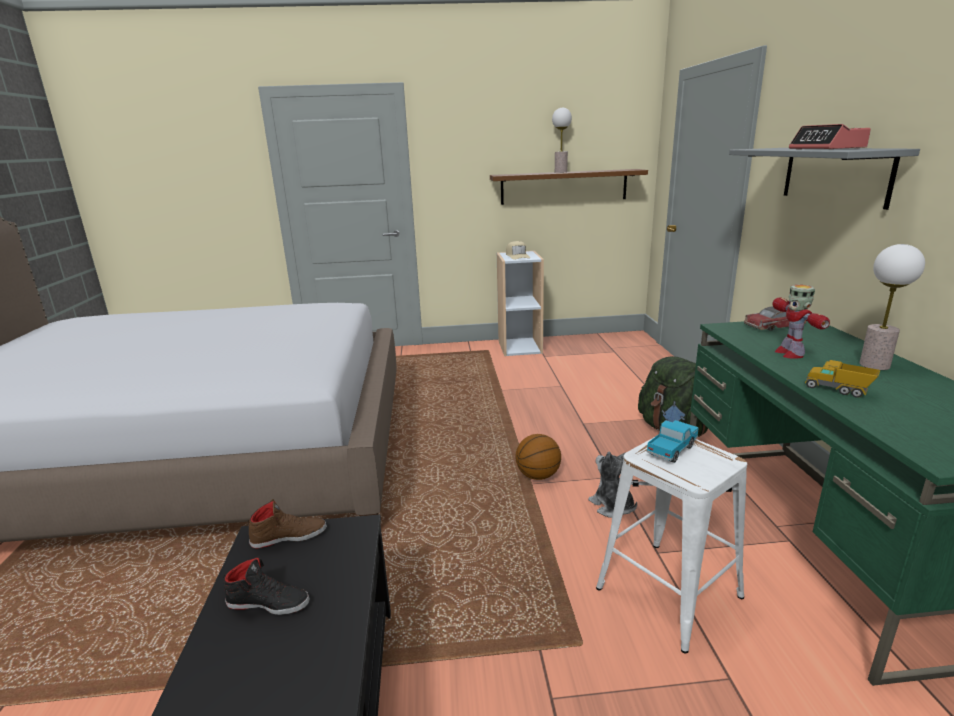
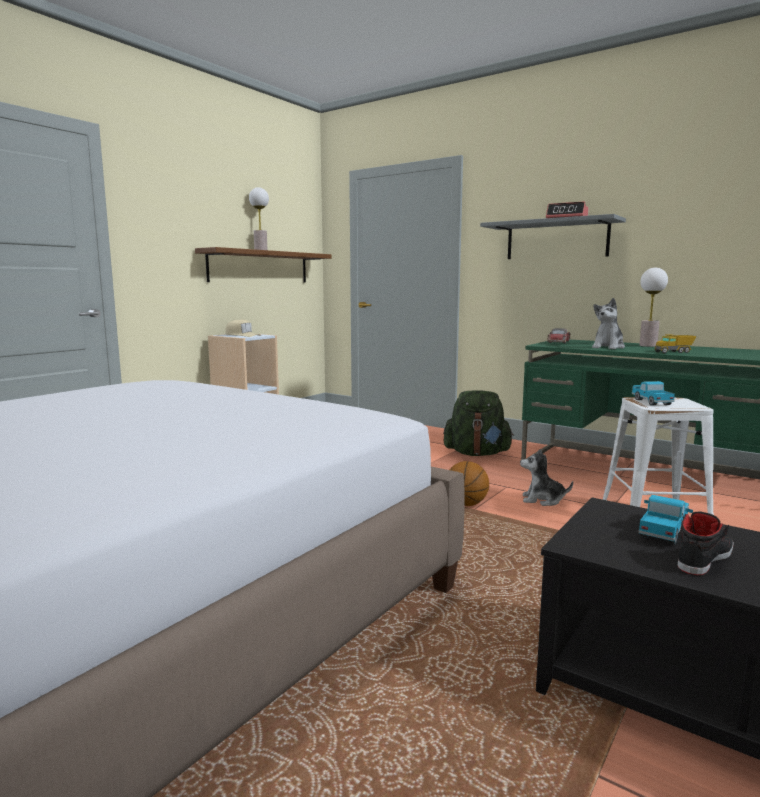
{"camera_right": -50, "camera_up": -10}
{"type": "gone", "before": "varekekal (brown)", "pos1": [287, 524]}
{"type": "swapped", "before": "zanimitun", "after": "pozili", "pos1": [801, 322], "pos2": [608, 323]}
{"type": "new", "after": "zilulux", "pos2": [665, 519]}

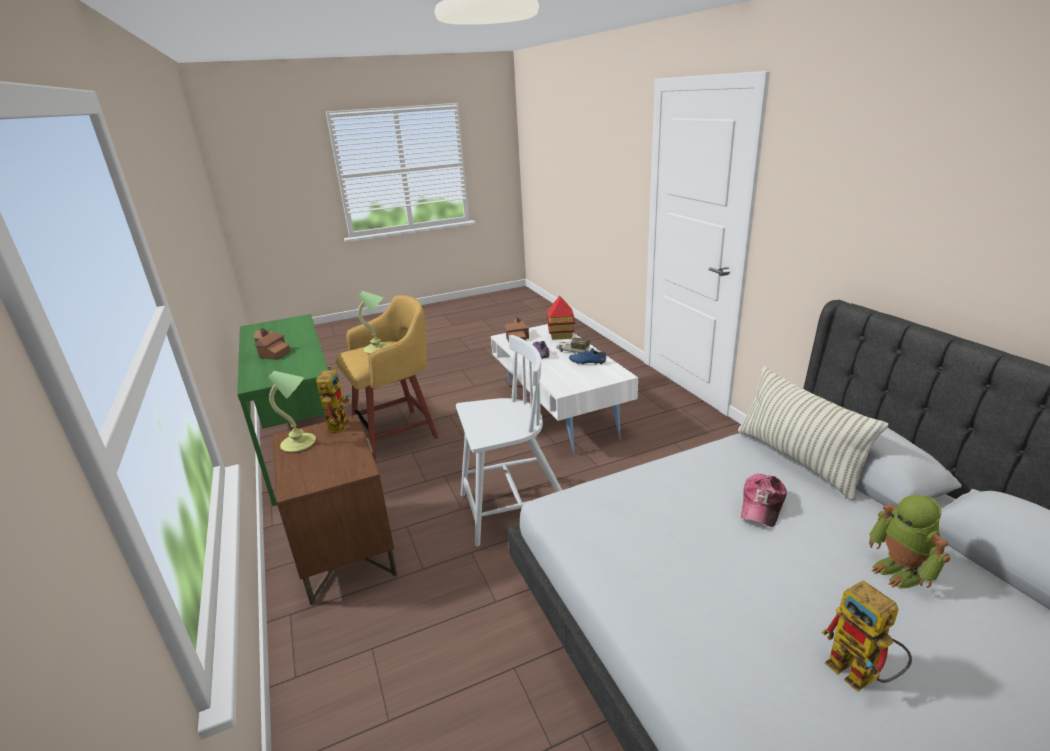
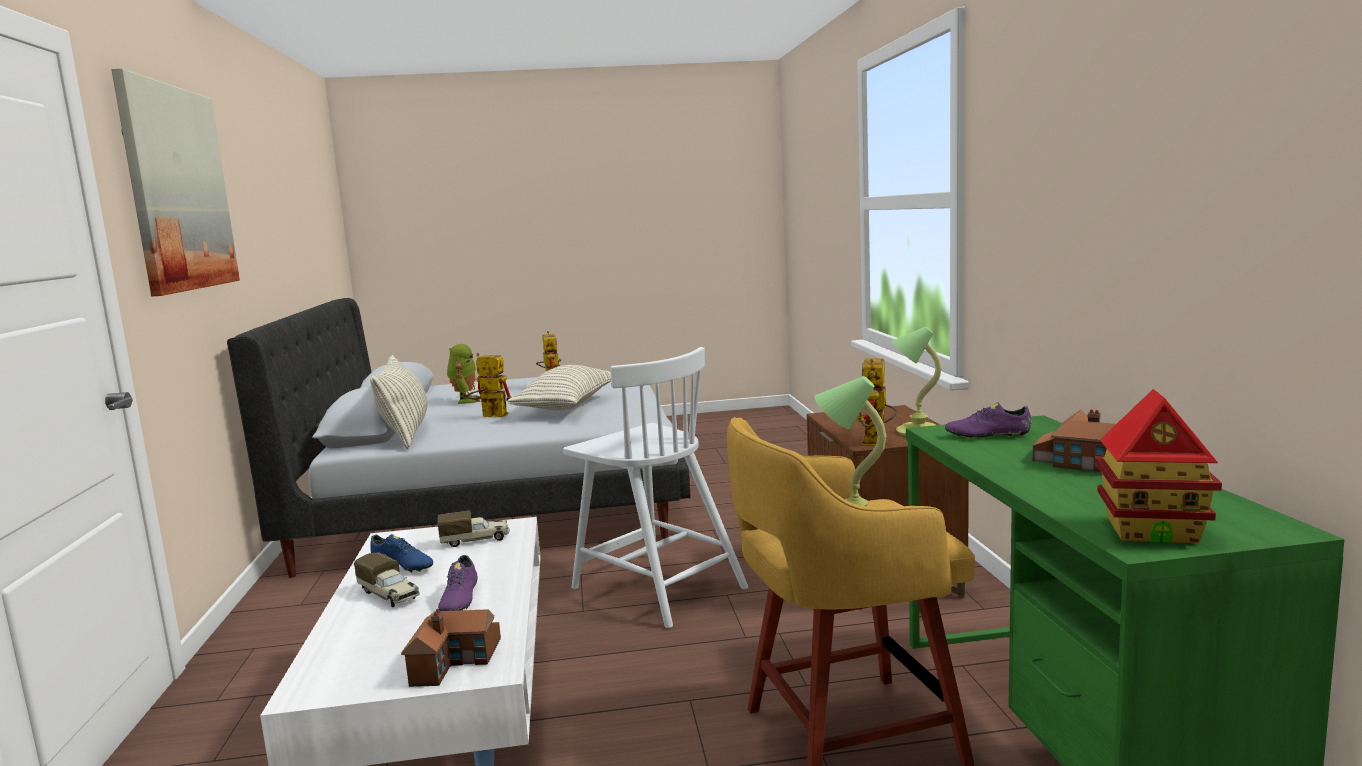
{"camera_right": -165, "camera_up": -15}
{"type": "rotated", "before": "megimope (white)", "pos1": [509, 440], "pos2": [655, 487], "turn": -135}
{"type": "shifted", "before": "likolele", "pos1": [561, 318], "pos2": [1158, 466]}
{"type": "swapped", "before": "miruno", "after": "zanimitun", "pos1": [764, 500], "pos2": [489, 385]}
{"type": "new", "after": "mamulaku", "pos2": [175, 183]}
{"type": "new", "after": "zilulux", "pos2": [474, 529]}
{"type": "new", "after": "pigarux", "pos2": [559, 387]}
{"type": "new", "after": "varekekal (purple)", "pos2": [988, 420]}

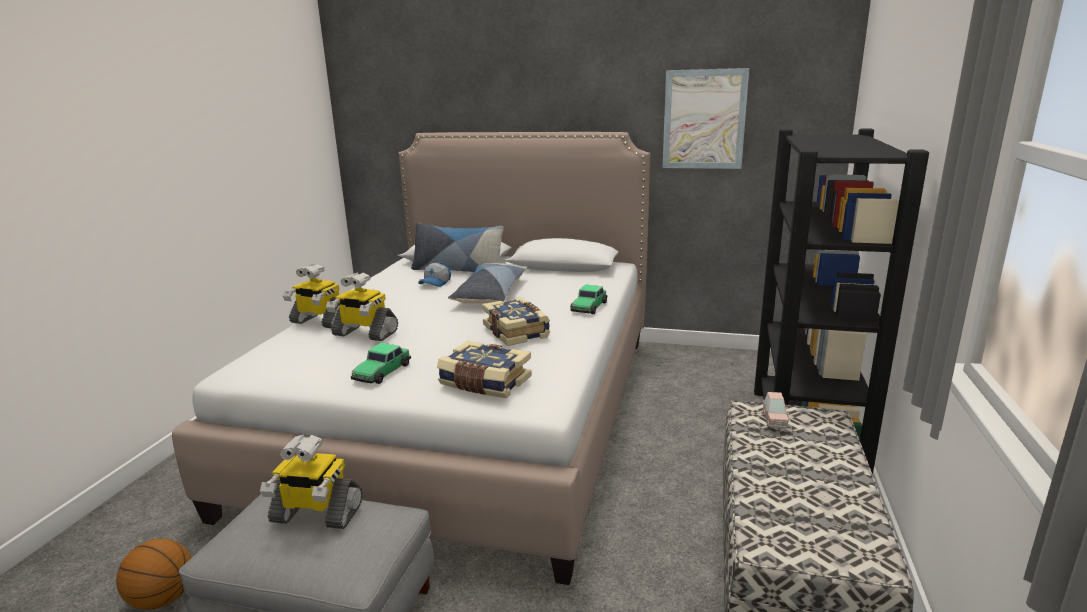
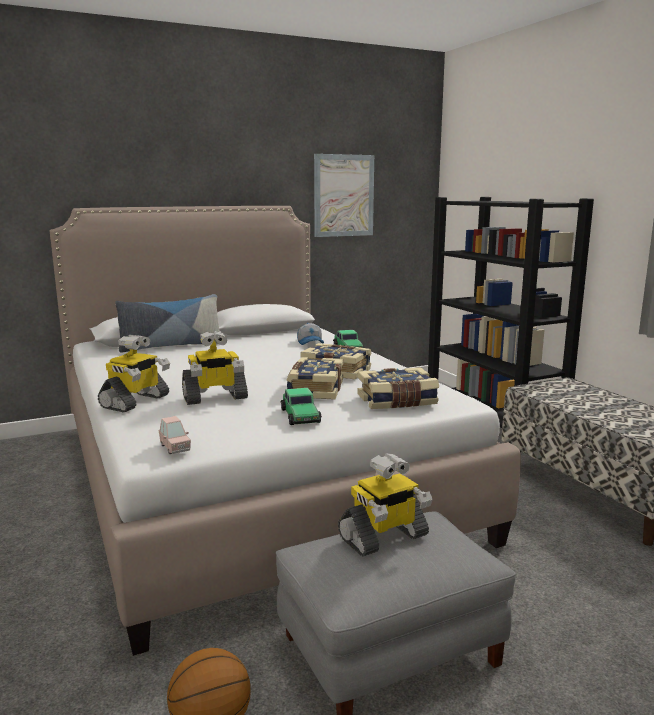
{"camera_right": -40, "camera_up": -5}
{"type": "rotated", "before": "zanimitun", "pos1": [311, 296], "pos2": [134, 373], "turn": -45}
{"type": "shifted", "before": "miruno", "pos1": [434, 274], "pos2": [310, 334]}
{"type": "gone", "before": "pigarux", "pos1": [487, 283]}
{"type": "shifted", "before": "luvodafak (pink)", "pos1": [776, 410], "pos2": [175, 435]}
{"type": "new", "after": "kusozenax", "pos2": [315, 378]}

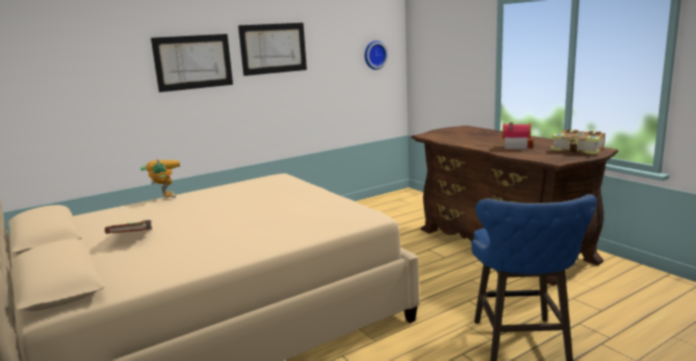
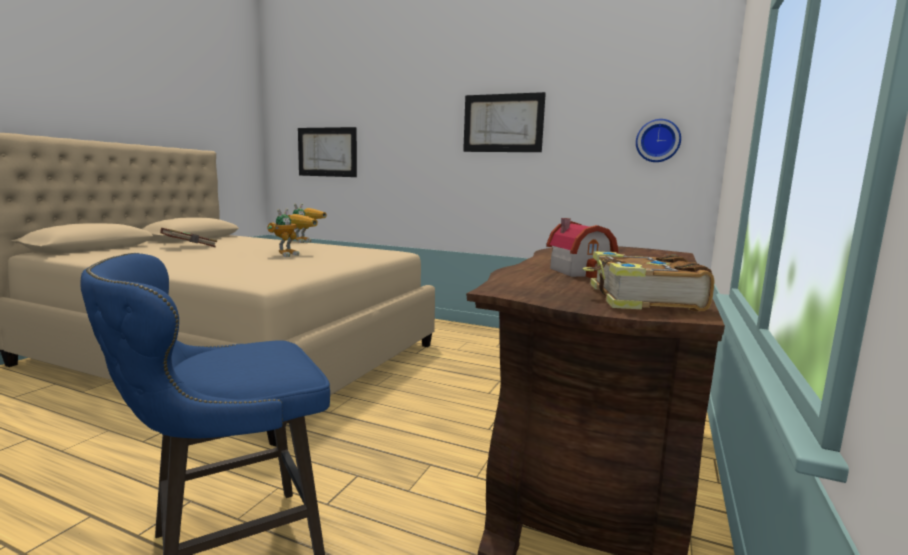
{"camera_right": 55, "camera_up": -5}
{"type": "shifted", "before": "mamulaku", "pos1": [192, 63], "pos2": [327, 152]}
{"type": "new", "after": "zanimitun", "pos2": [292, 233]}

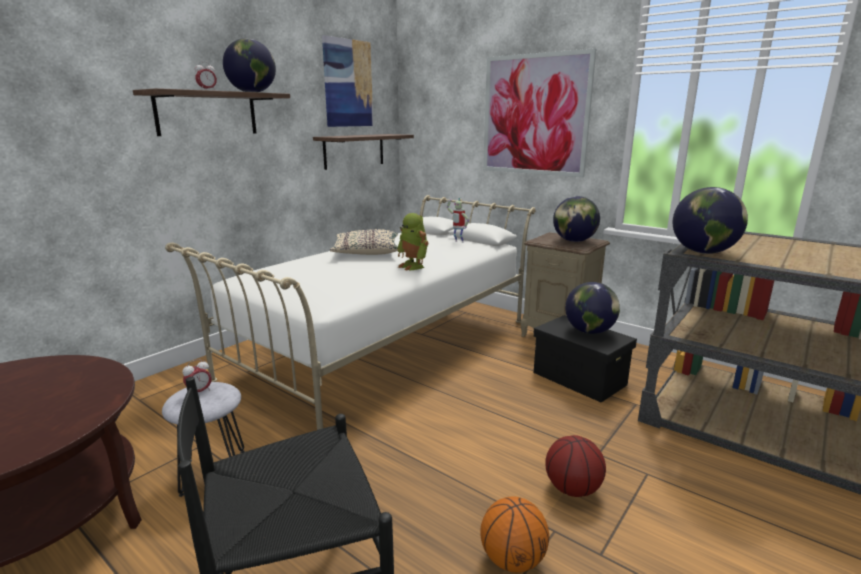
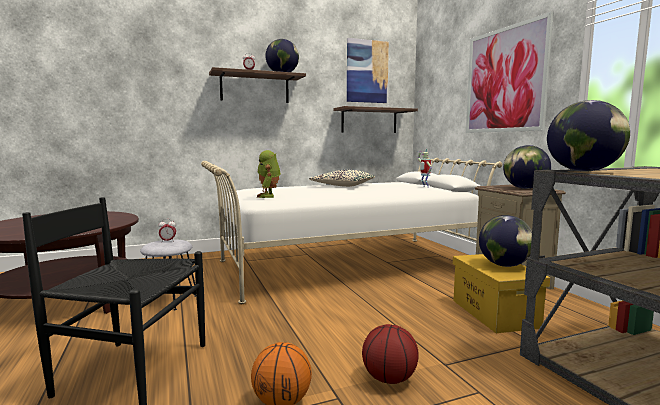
{"camera_right": 30, "camera_up": -10}
{"type": "shifted", "before": "zanimitun", "pos1": [413, 242], "pos2": [268, 174]}
{"type": "repainted", "before": "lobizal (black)", "after": "lobizal (yellow)", "pos1": [585, 359], "pos2": [501, 293]}

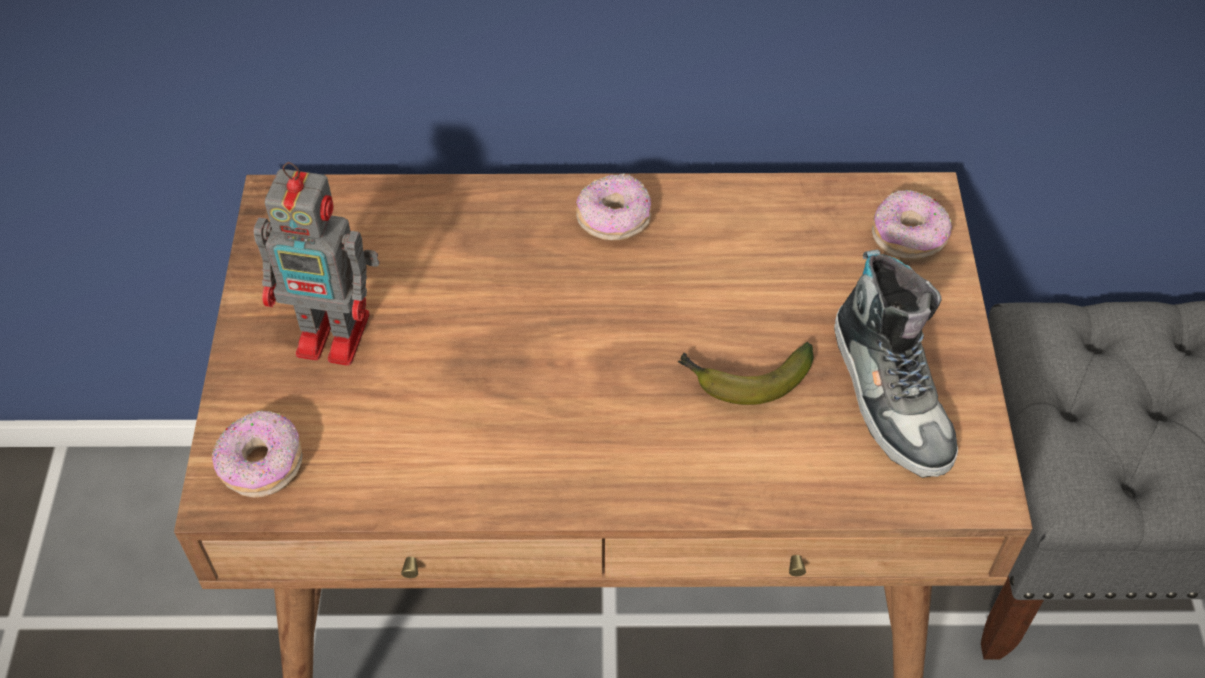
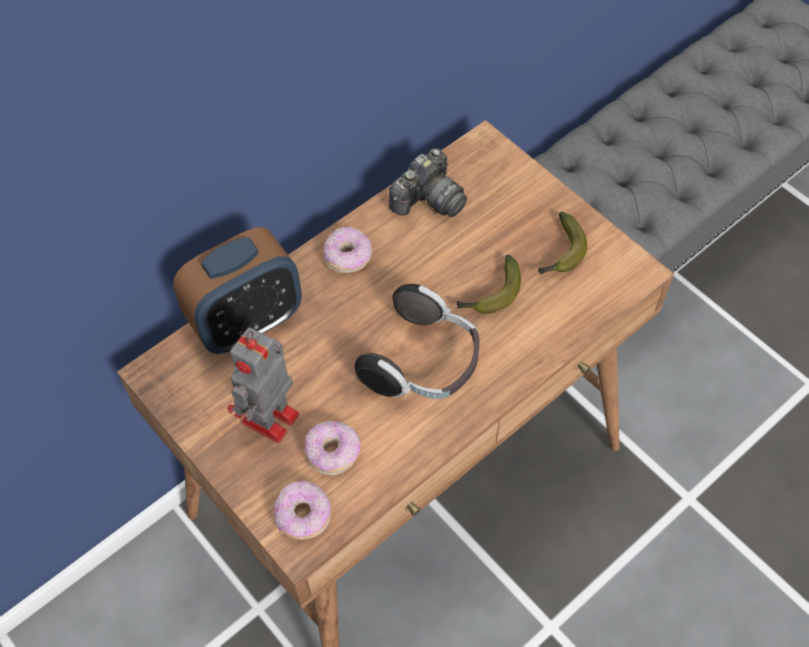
{"camera_right": -40, "camera_up": 5}
{"type": "rotated", "before": "zanimitun", "pos1": [316, 264], "pos2": [263, 385], "turn": 150}
{"type": "swapped", "before": "varekekal", "after": "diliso", "pos1": [896, 363], "pos2": [562, 243]}
{"type": "shifted", "before": "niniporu", "pos1": [912, 224], "pos2": [332, 448]}
{"type": "new", "after": "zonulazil", "pos2": [237, 290]}
{"type": "new", "after": "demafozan", "pos2": [416, 341]}
{"type": "new", "after": "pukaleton", "pos2": [428, 182]}

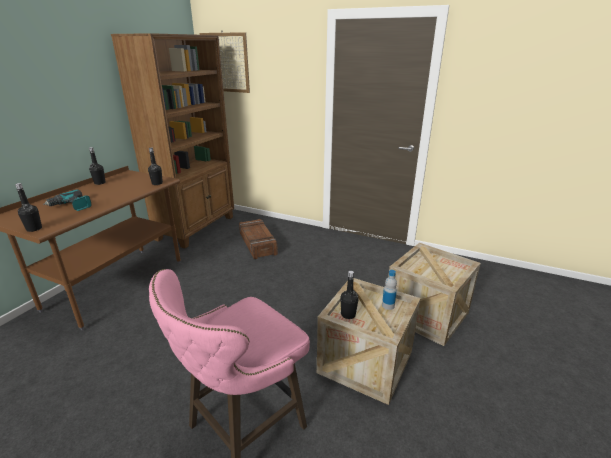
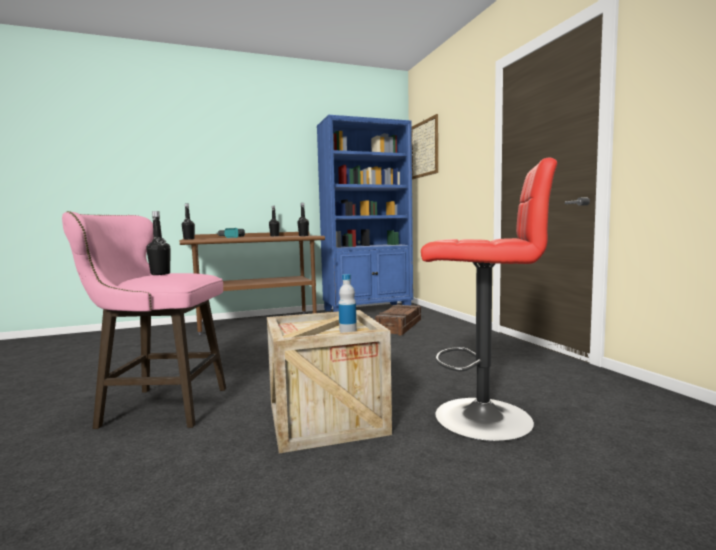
{"camera_right": 45, "camera_up": -20}
{"type": "repainted", "before": "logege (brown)", "after": "logege (blue)", "pos1": [172, 141], "pos2": [365, 213]}
{"type": "shifted", "before": "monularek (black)", "pos1": [349, 295], "pos2": [158, 243]}
{"type": "swapped", "before": "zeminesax", "after": "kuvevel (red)", "pos1": [434, 294], "pos2": [489, 299]}

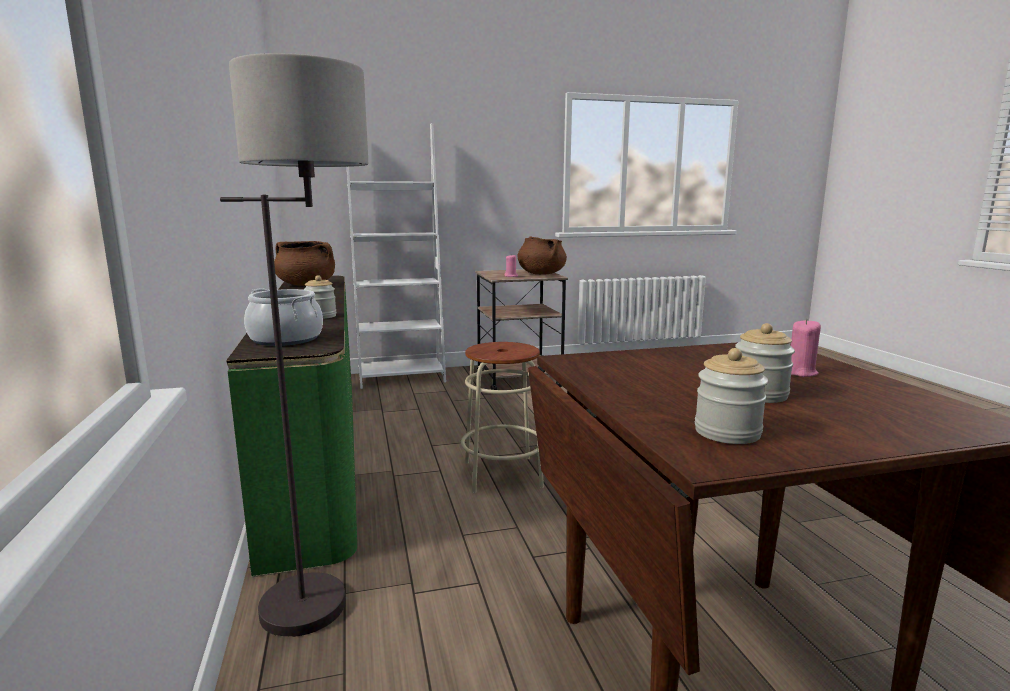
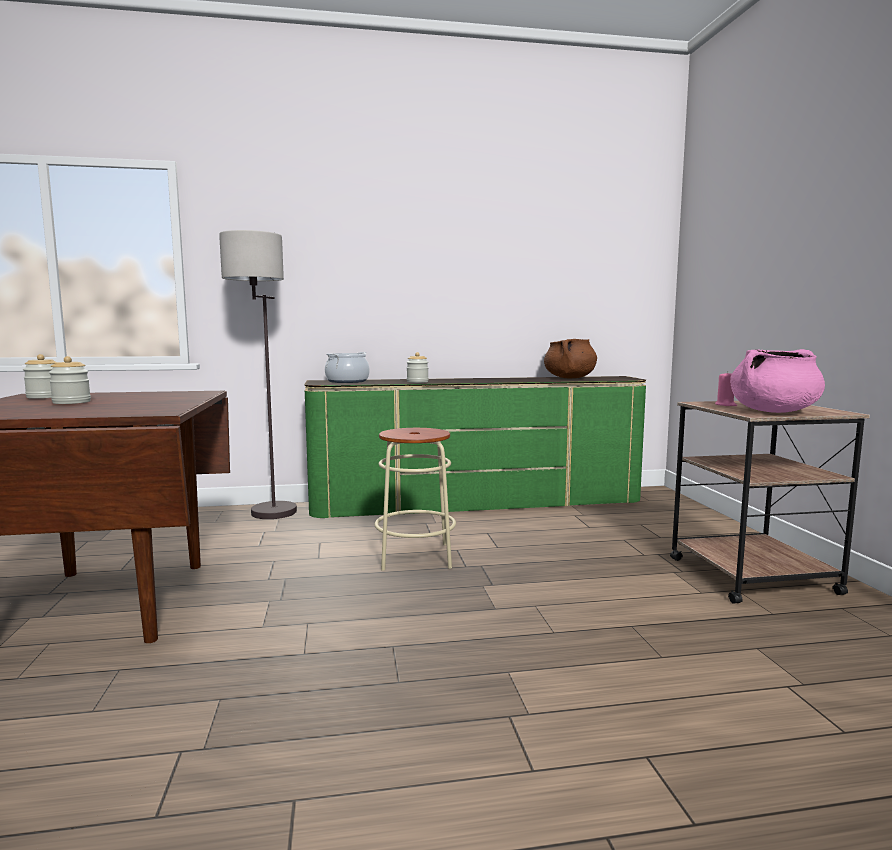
{"camera_right": 95, "camera_up": -5}
{"type": "gone", "before": "logege (white)", "pos1": [396, 256]}
{"type": "repainted", "before": "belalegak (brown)", "after": "belalegak (pink)", "pos1": [542, 255], "pos2": [777, 381]}
{"type": "gone", "before": "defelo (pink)", "pos1": [806, 348]}

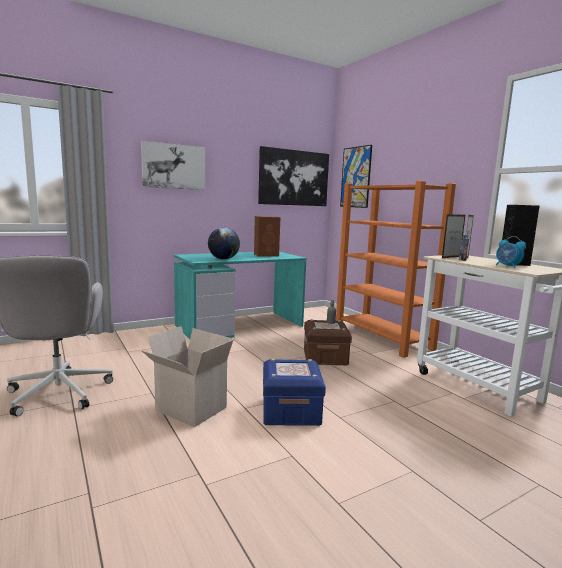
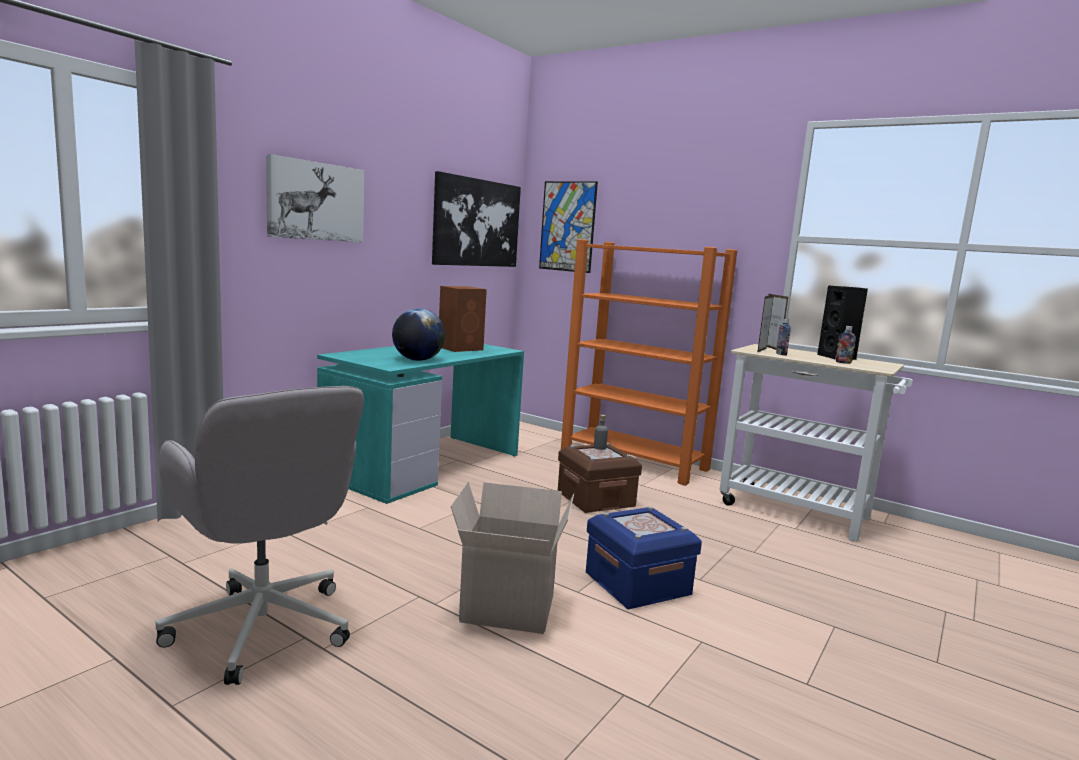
{"camera_right": -25, "camera_up": 0}
{"type": "swapped", "before": "zonulazil", "after": "monularek", "pos1": [511, 252], "pos2": [845, 345]}

